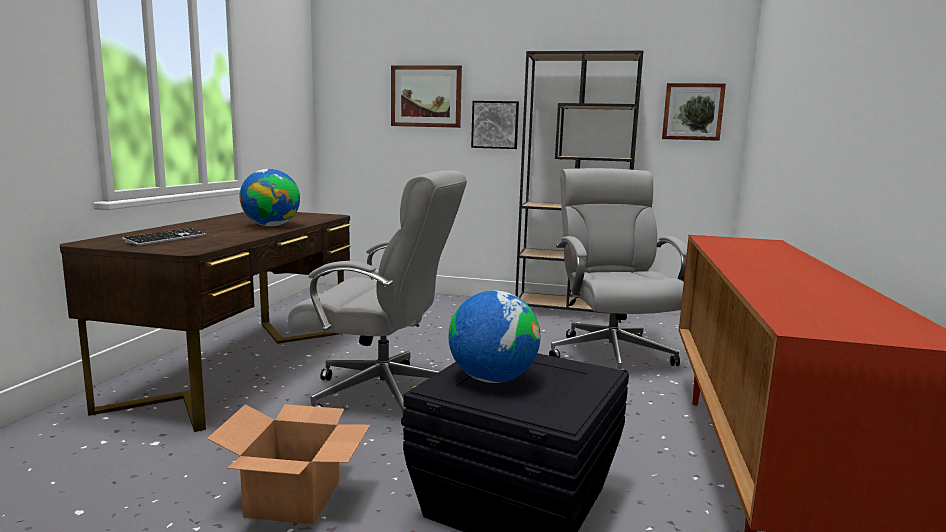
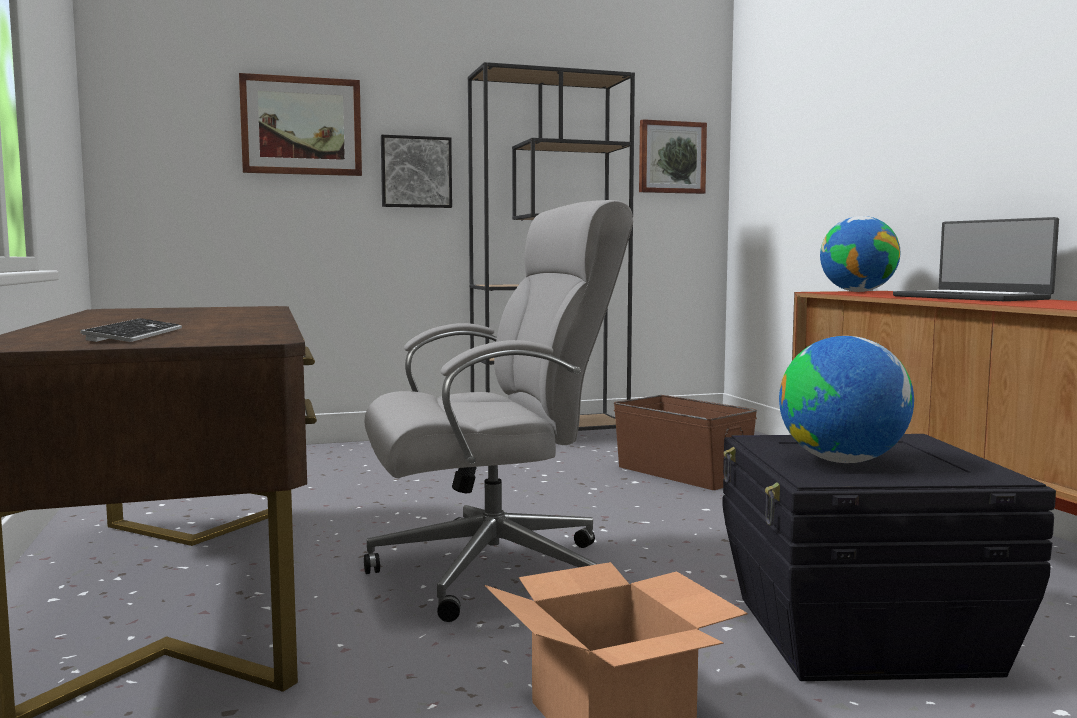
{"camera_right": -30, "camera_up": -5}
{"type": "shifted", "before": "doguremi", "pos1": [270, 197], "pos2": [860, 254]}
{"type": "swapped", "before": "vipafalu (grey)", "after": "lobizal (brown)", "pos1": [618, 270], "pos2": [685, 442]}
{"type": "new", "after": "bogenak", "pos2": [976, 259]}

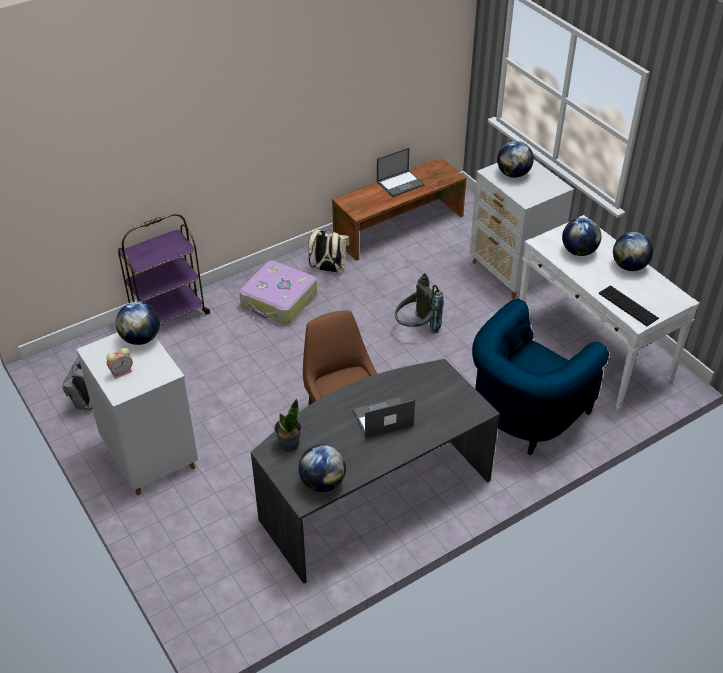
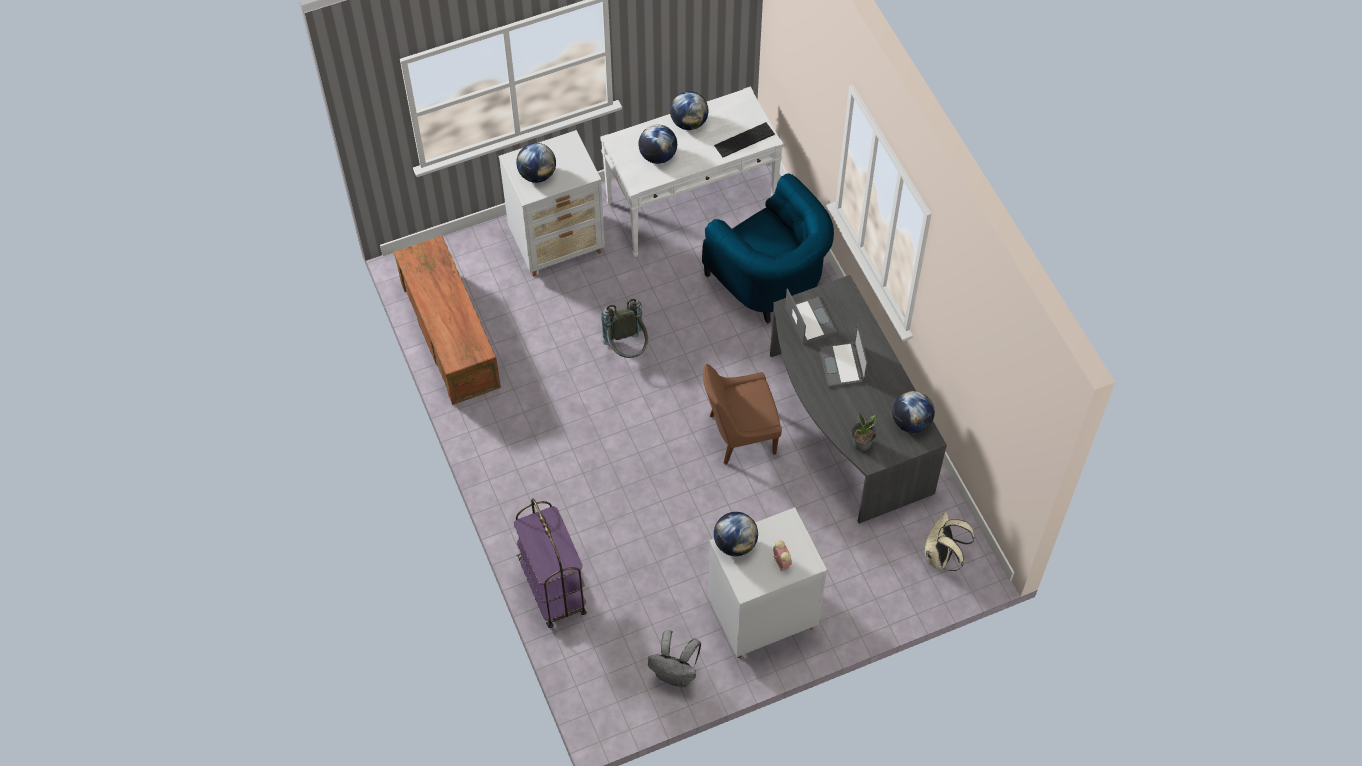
{"camera_right": -80, "camera_up": 15}
{"type": "gone", "before": "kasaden", "pos1": [278, 292]}
{"type": "shifted", "before": "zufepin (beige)", "pos1": [329, 250], "pos2": [949, 541]}
{"type": "shifted", "before": "bogenak", "pos1": [401, 172], "pos2": [811, 316]}

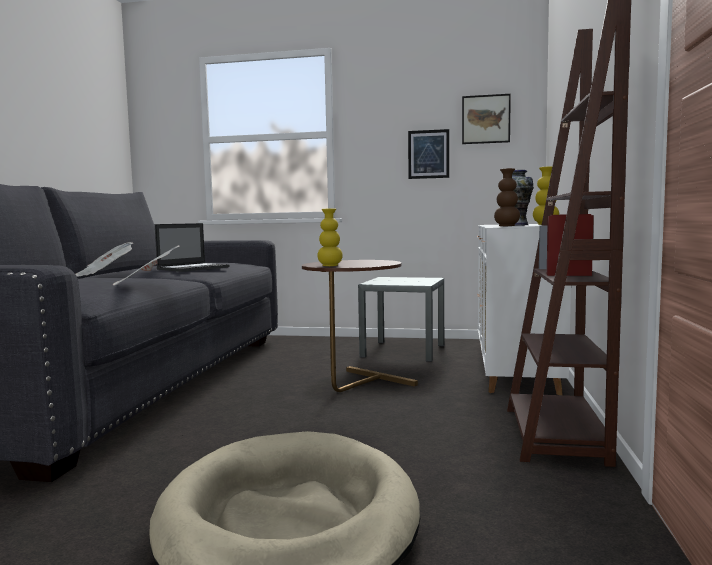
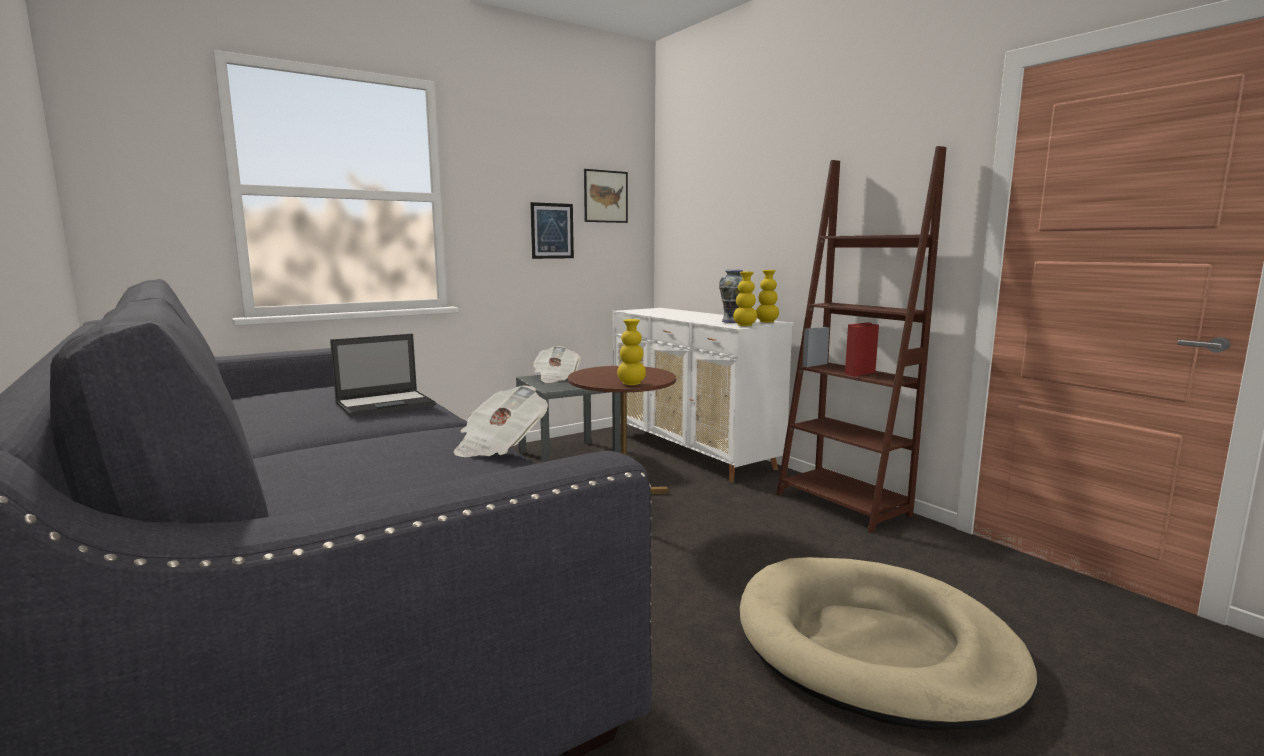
{"camera_right": -45, "camera_up": 5}
{"type": "shifted", "before": "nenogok", "pos1": [104, 259], "pos2": [557, 364]}
{"type": "rotated", "before": "bogenak", "pos1": [192, 247], "pos2": [382, 375], "turn": 60}
{"type": "repainted", "before": "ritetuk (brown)", "after": "ritetuk (yellow)", "pos1": [507, 197], "pos2": [745, 298]}

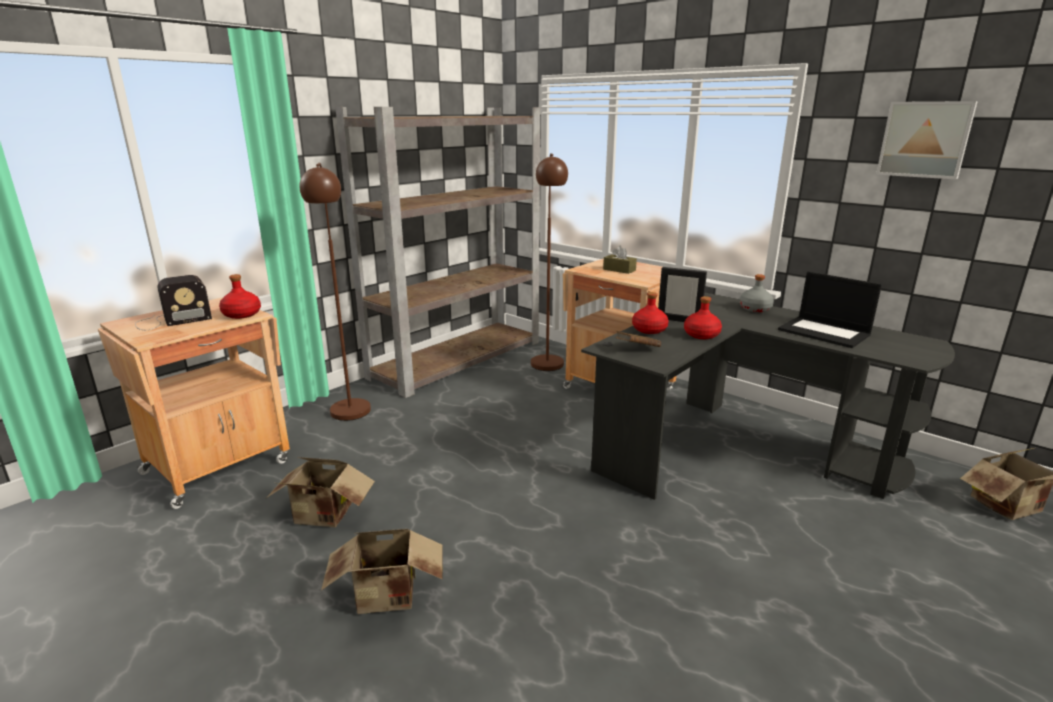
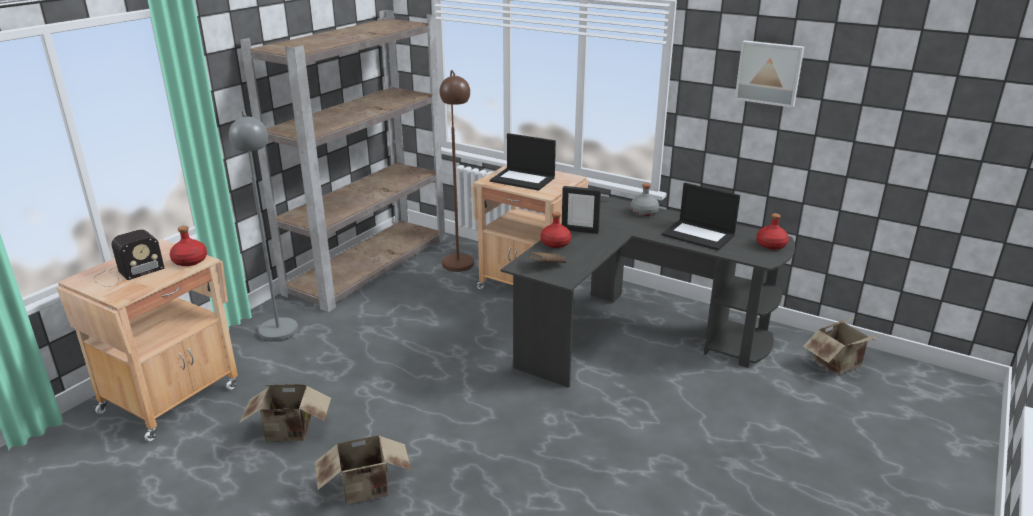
{"camera_right": -10, "camera_up": 5}
{"type": "repainted", "before": "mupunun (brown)", "after": "mupunun (grey)", "pos1": [335, 292], "pos2": [263, 225]}
{"type": "swapped", "before": "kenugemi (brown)", "after": "bogenak", "pos1": [620, 260], "pos2": [523, 162]}
{"type": "shifted", "before": "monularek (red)", "pos1": [703, 317], "pos2": [772, 231]}

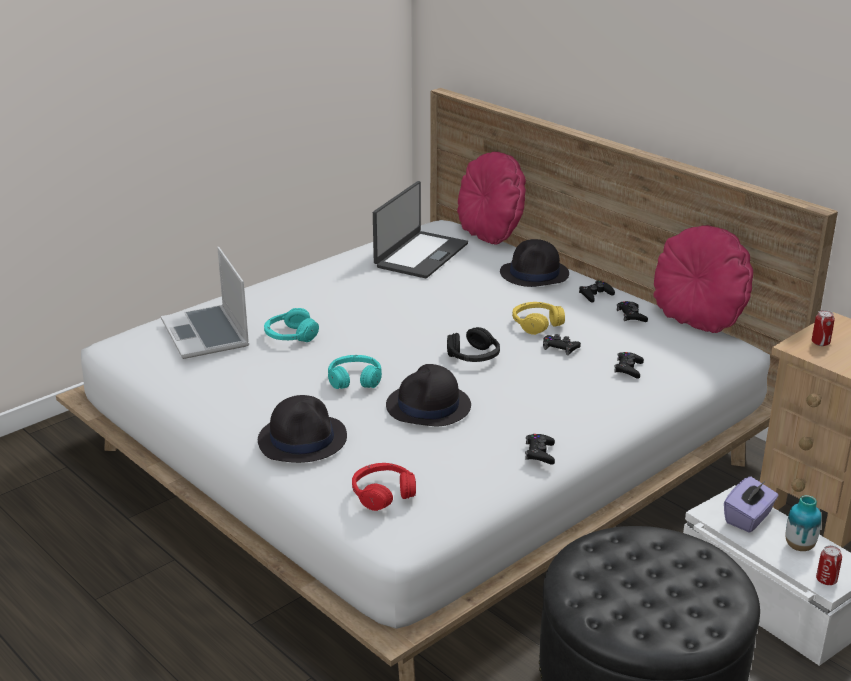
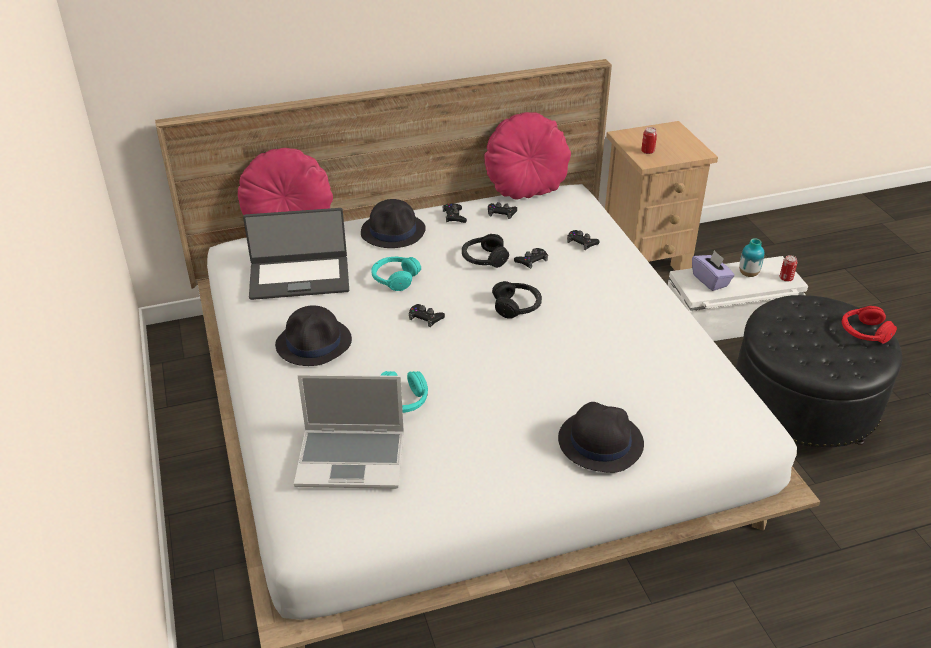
{"camera_right": -65, "camera_up": 10}
{"type": "shifted", "before": "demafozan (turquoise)", "pos1": [355, 372], "pos2": [396, 274]}
{"type": "shifted", "before": "demafozan (red)", "pos1": [384, 487], "pos2": [869, 324]}
{"type": "rotated", "before": "bogenak", "pos1": [420, 229], "pos2": [296, 254], "turn": 120}
{"type": "shifted", "before": "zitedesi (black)", "pos1": [428, 395], "pos2": [313, 335]}
{"type": "repainted", "before": "demafozan (yellow)", "after": "demafozan (black)", "pos1": [538, 318], "pos2": [485, 251]}
{"type": "shifted", "before": "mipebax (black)", "pos1": [540, 449], "pos2": [427, 315]}

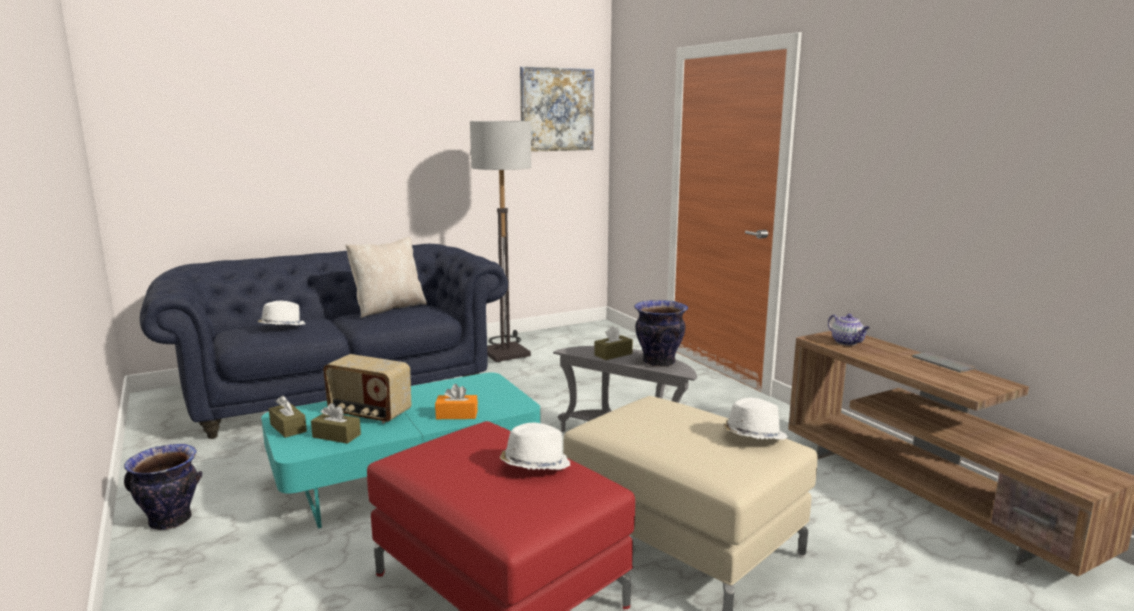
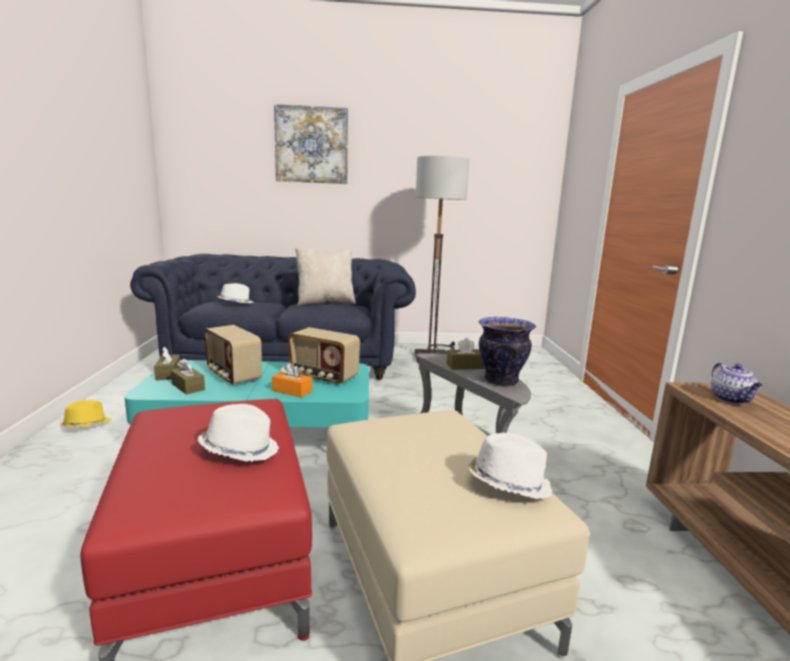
{"camera_right": 25, "camera_up": 0}
{"type": "swapped", "before": "ritetuk", "after": "zitedesi (yellow)", "pos1": [163, 487], "pos2": [85, 414]}
{"type": "shifted", "before": "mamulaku", "pos1": [557, 109], "pos2": [311, 144]}
{"type": "new", "after": "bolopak", "pos2": [324, 356]}

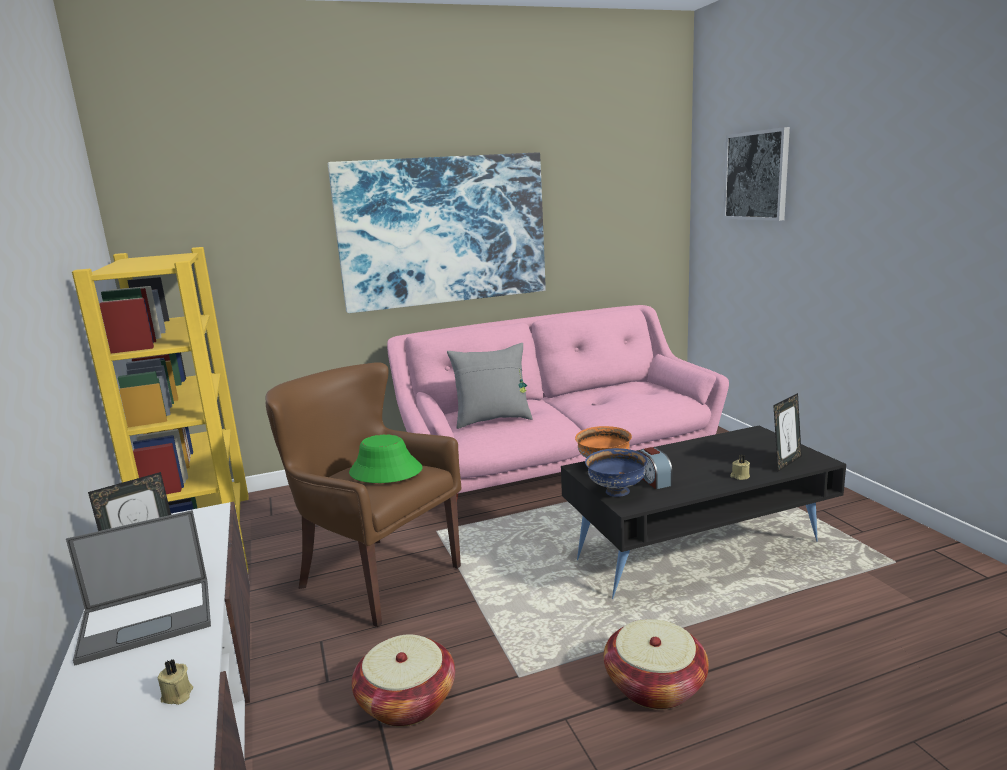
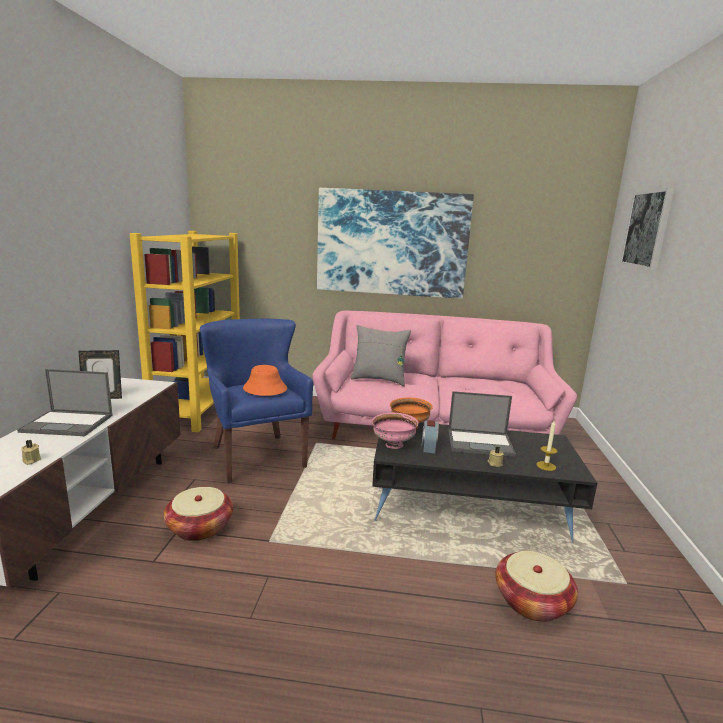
{"camera_right": 25, "camera_up": 0}
{"type": "repainted", "before": "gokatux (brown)", "after": "gokatux (blue)", "pos1": [363, 494], "pos2": [256, 401]}
{"type": "repainted", "before": "zitedesi (green)", "after": "zitedesi (orange)", "pos1": [385, 458], "pos2": [265, 380]}
{"type": "repainted", "before": "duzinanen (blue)", "after": "duzinanen (pink)", "pos1": [616, 472], "pos2": [395, 431]}
{"type": "shifted", "before": "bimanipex", "pos1": [656, 664], "pos2": [536, 586]}
{"type": "swapped", "before": "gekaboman", "after": "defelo", "pos1": [787, 432], "pos2": [547, 446]}
{"type": "new", "after": "bogenak", "pos2": [482, 424]}

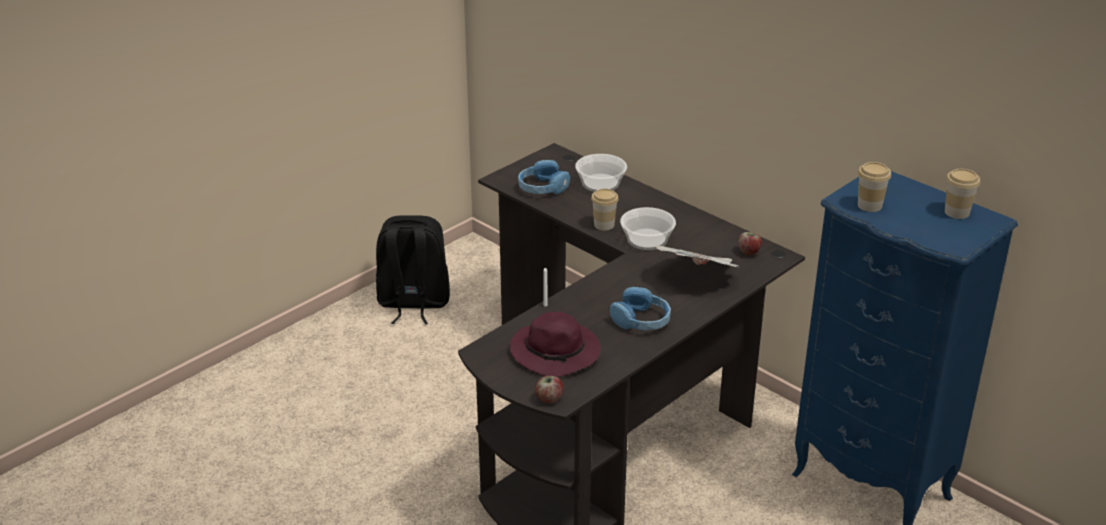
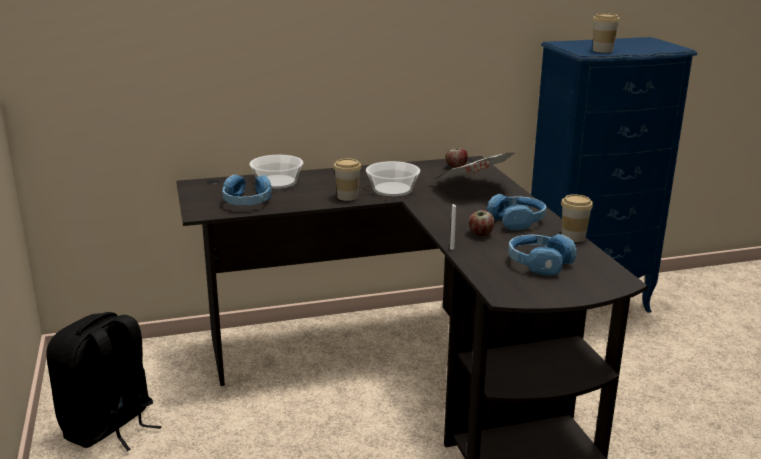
{"camera_right": -60, "camera_up": -10}
{"type": "swapped", "before": "zitedesi (purple)", "after": "demafozan (blue)", "pos1": [555, 344], "pos2": [542, 255]}
{"type": "shifted", "before": "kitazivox", "pos1": [549, 389], "pos2": [481, 223]}
{"type": "shifted", "before": "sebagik", "pos1": [962, 194], "pos2": [577, 218]}

